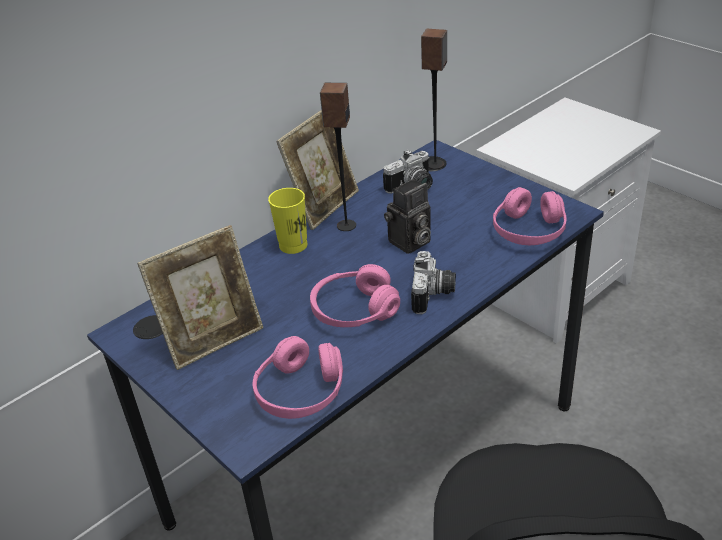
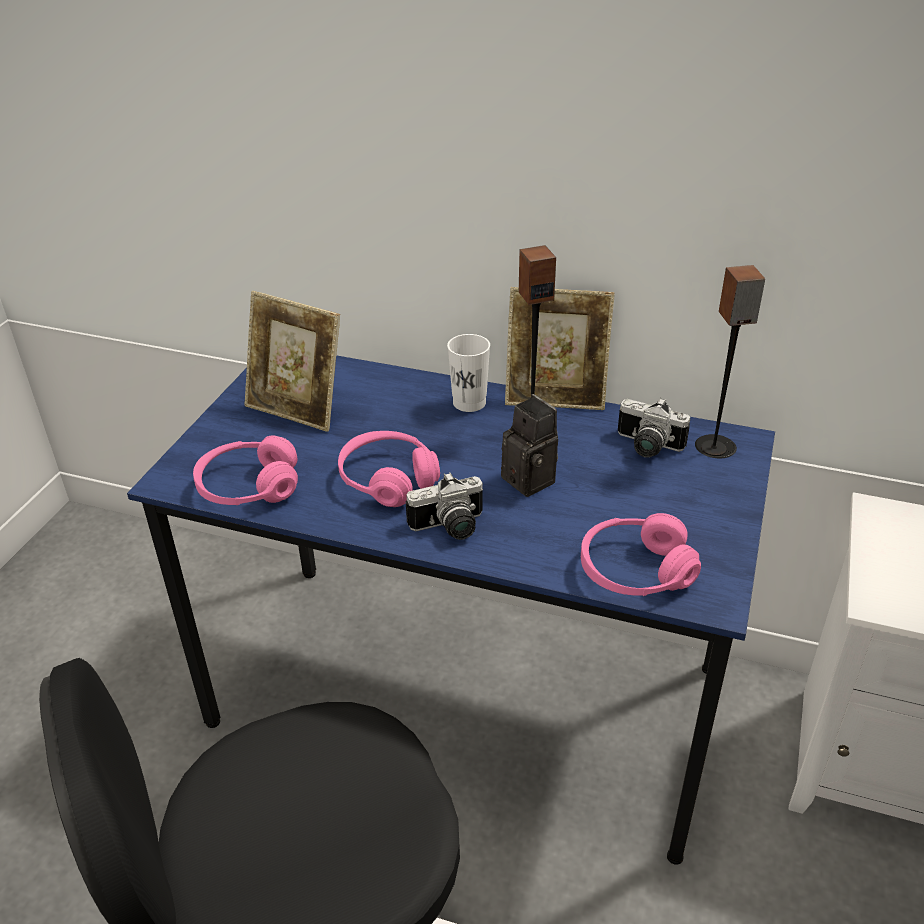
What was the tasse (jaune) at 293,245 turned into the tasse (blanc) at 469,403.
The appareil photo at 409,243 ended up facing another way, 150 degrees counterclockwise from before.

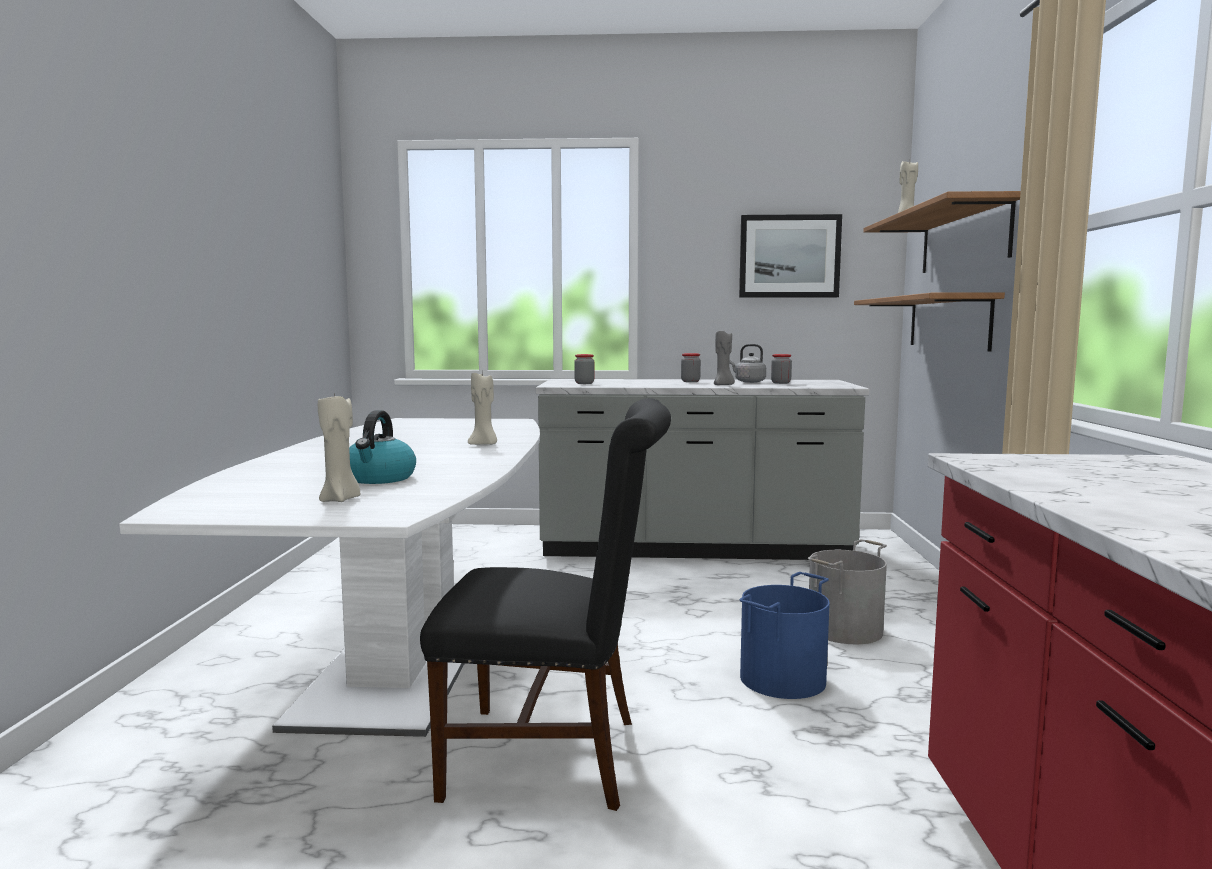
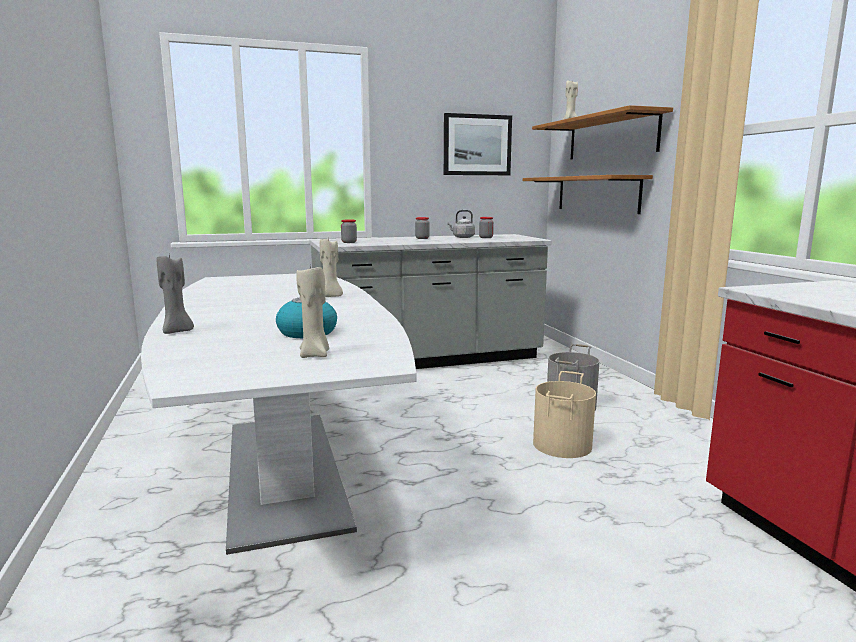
The second view lost the chaise (noir) at 557,756.
The bougie (gris) ended up elsewhere, having gone from 723,385 to 177,332.
What was the seau (bleu) at 783,679 turned into the seau (beige) at 563,445.

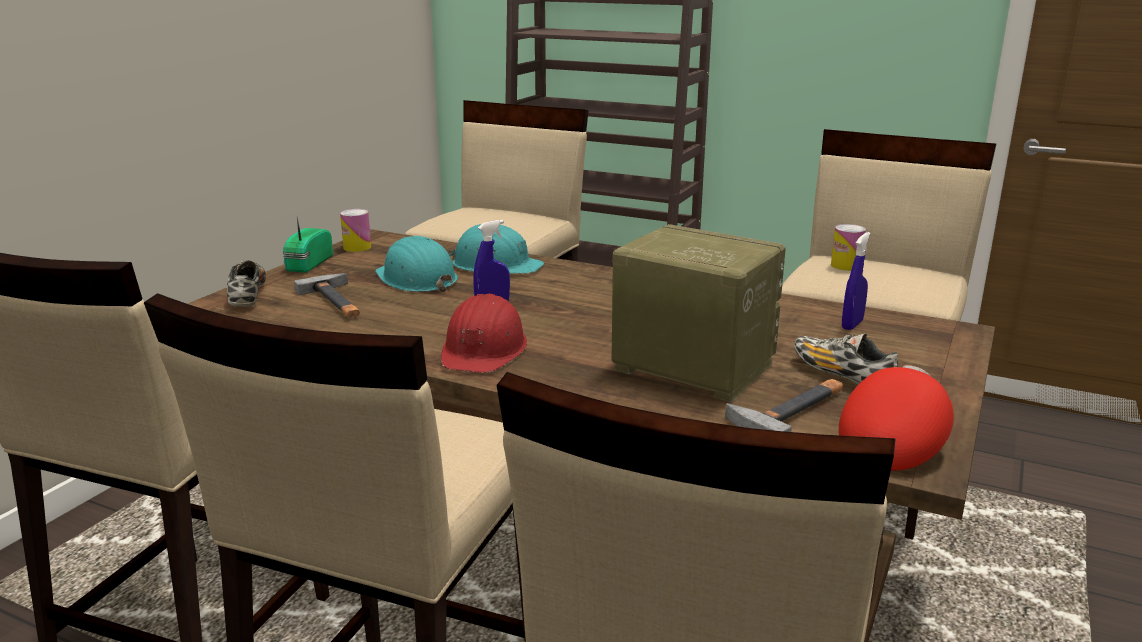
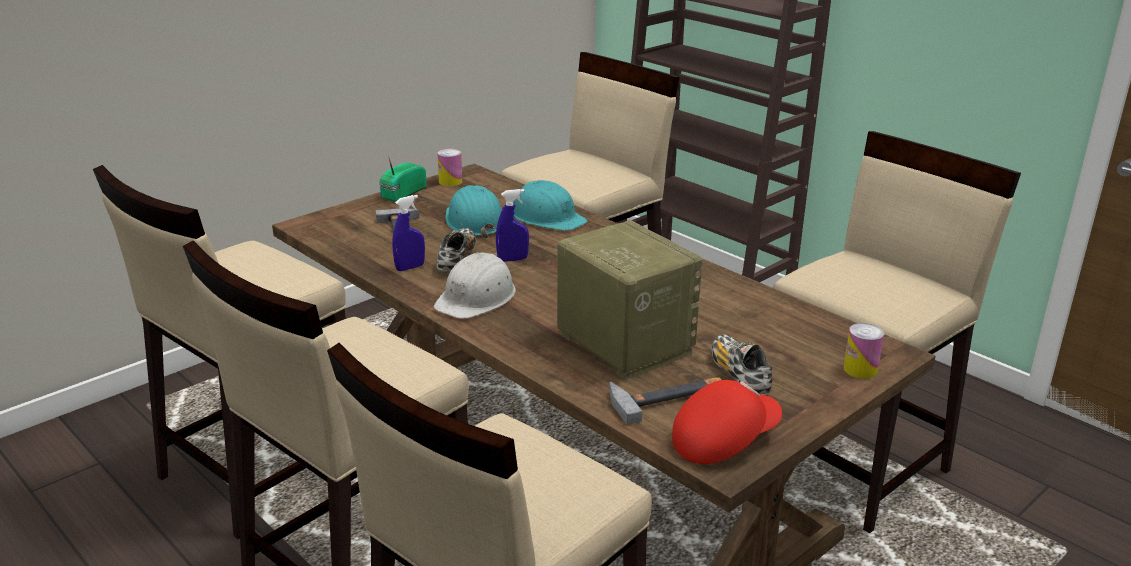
The chaussure ended up elsewhere, having gone from 248,295 to 456,259.
The boîte métallique ended up elsewhere, having gone from 846,265 to 860,369.
The vaporisateur (bleu) ended up elsewhere, having gone from 852,325 to 410,267.
What was the casque de chantier (rouge) at 484,349 turned into the casque de chantier (blanc) at 477,297.

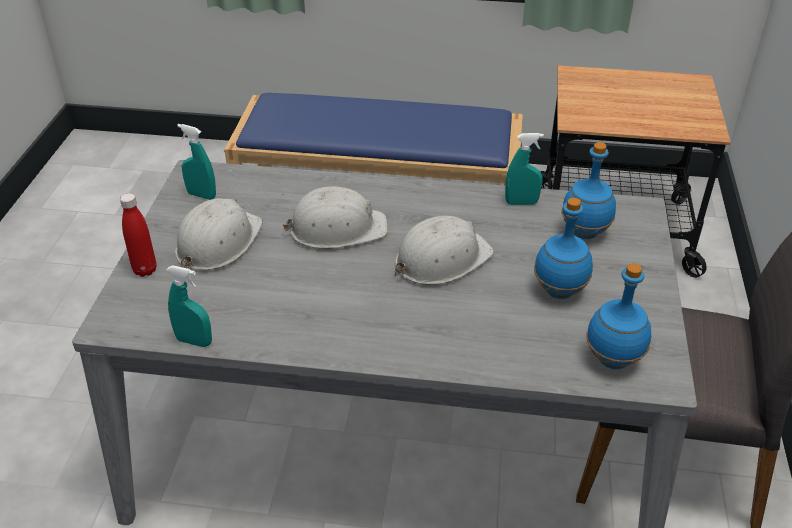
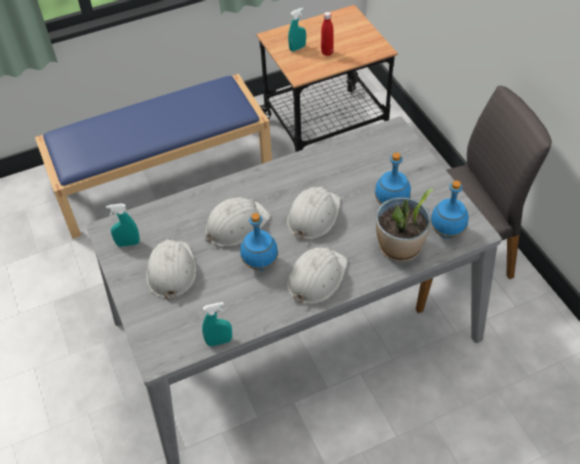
The second view gained the casque de chantier (blanc) at 316,277.
The second view gained the plante en pot at 400,248.
The bouteille (rouge) ended up elsewhere, having gone from 145,270 to 327,52.
The vaporisateur (turquoise) ended up elsewhere, having gone from 521,203 to 297,48.
The bouteille (bleu) ended up elsewhere, having gone from 585,233 to 261,264.

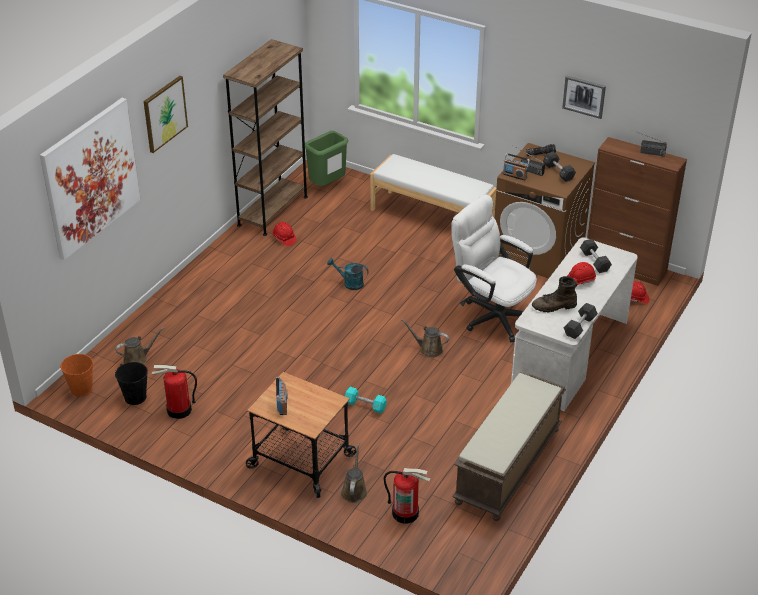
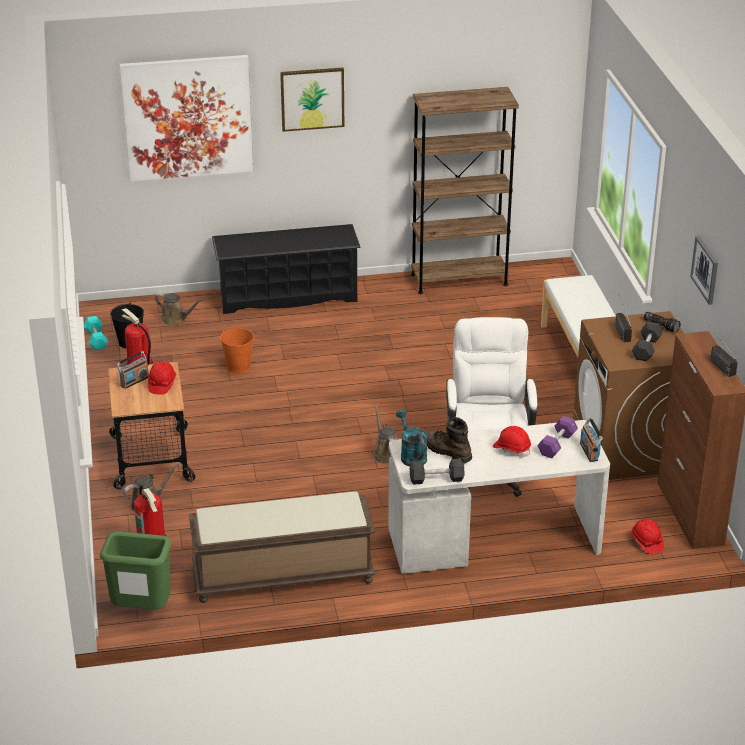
The second view gained the étagère à chaussures (noir) at 287,296.
The seau (orange) ended up elsewhere, having gone from 81,389 to 238,366.
The casque de chantier (rouge) ended up elsewhere, having gone from 284,239 to 161,384.
The poubelle (vert) ended up elsewhere, having gone from 327,186 to 141,610.
The arrosoir (turquoise) ended up elsewhere, having gone from 350,283 to 411,455.
The haltère (turquoise) ended up elsewhere, having gone from 365,405 to 96,339.
The radio ended up elsewhere, having gone from 515,175 to 589,451.
What was the haltère (noir) at 594,261 turned into the haltère (violet) at 557,444.

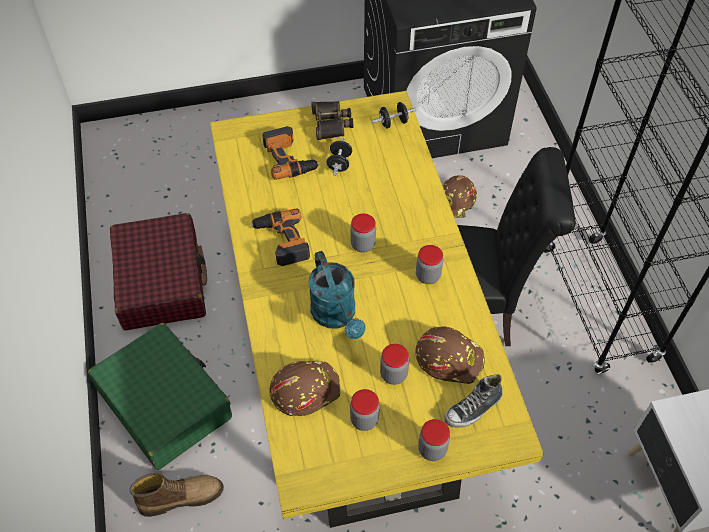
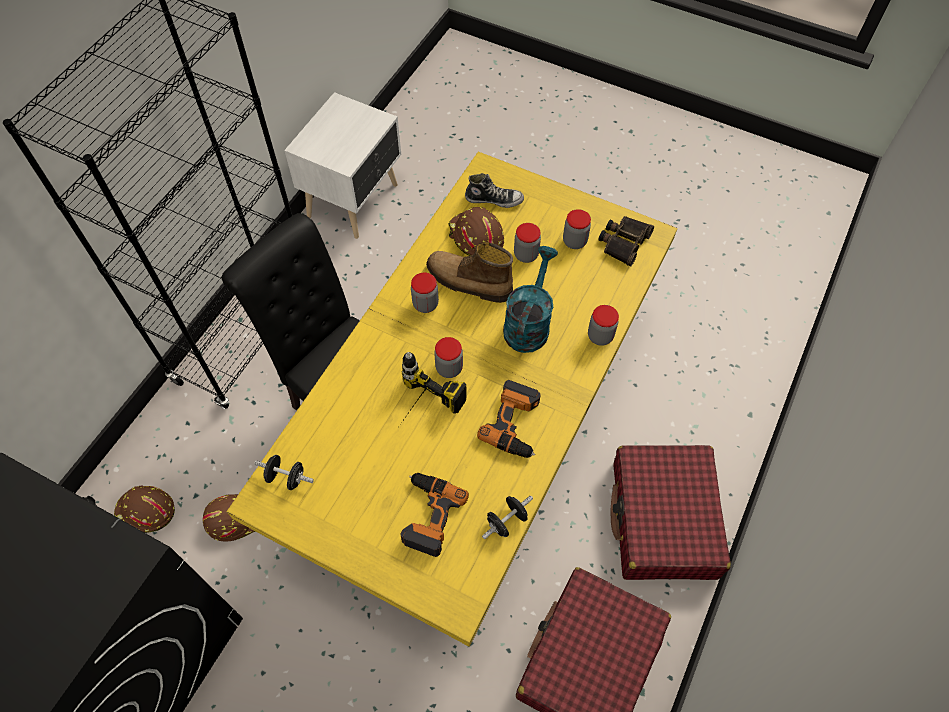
The second view gained the perceuse at 420,412.
The botte ended up elsewhere, having gone from 181,497 to 468,282.
The casque de chantier (marron) ended up elsewhere, having gone from 305,389 to 146,511.
The jumelles ended up elsewhere, having gone from 332,123 to 623,242.
The haltère (noir) ended up elsewhere, having gone from 339,164 to 506,521.
The bocal ended up elsewhere, having gone from 432,449 to 600,336.
What was the valise (vert) at 164,403 turned into the valise (rouge) at 663,520.

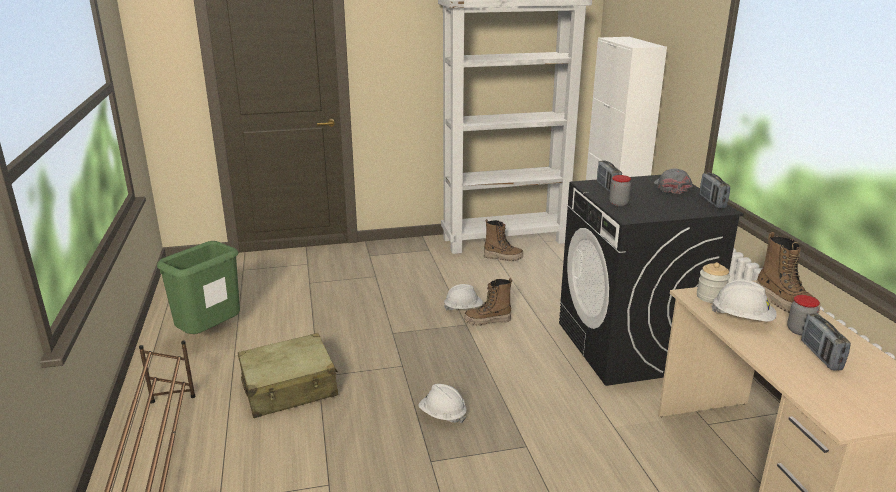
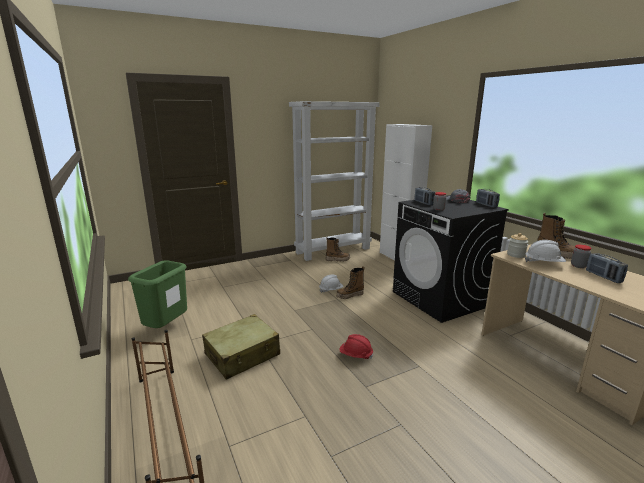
What was the casque de chantier (blanc) at 442,415 turned into the casque de chantier (rouge) at 356,355.

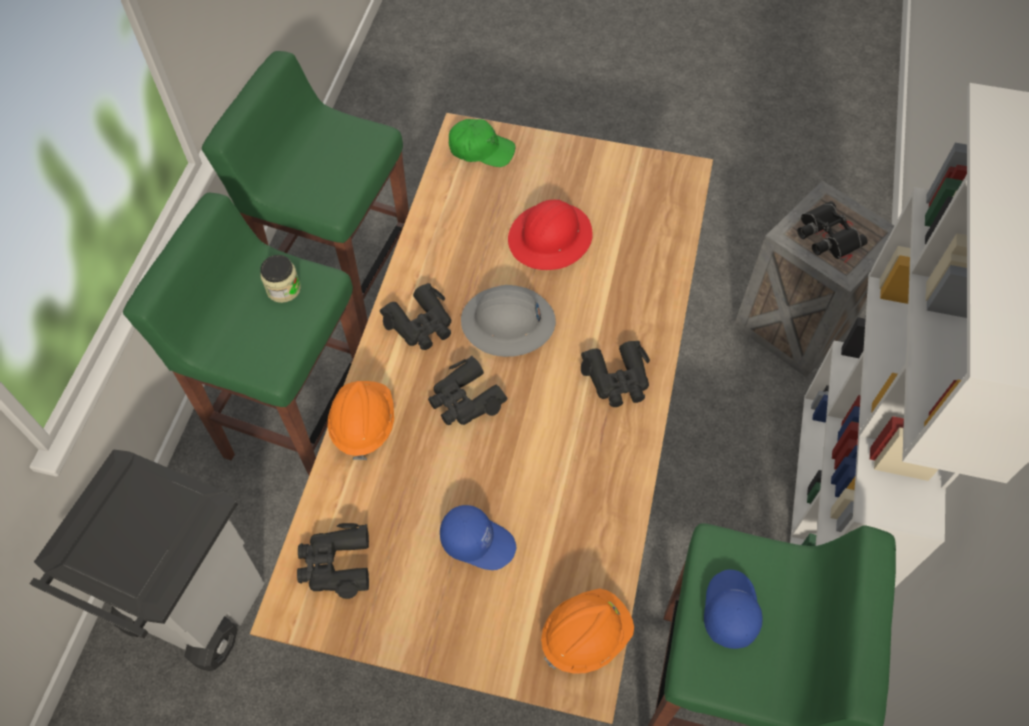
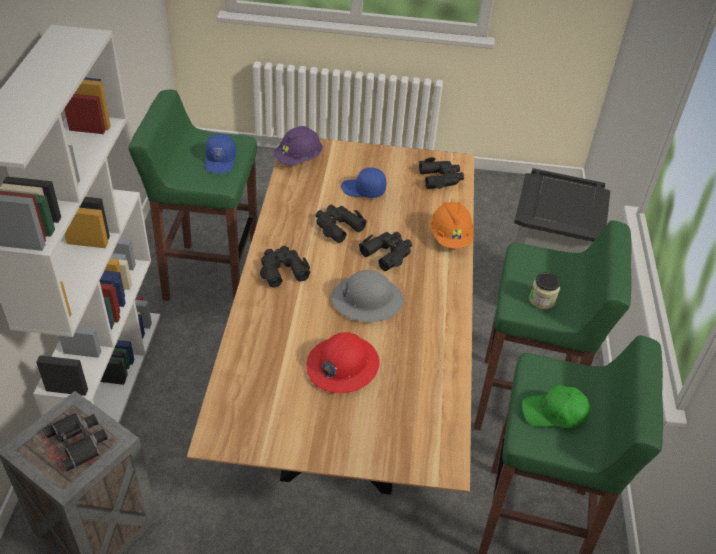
The jumelles (noir) ended up elsewhere, having gone from 421,324 to 337,226.
The casquette (vert) ended up elsewhere, having gone from 481,149 to 554,413.
What was the casque de chantier (orange) at 585,636 turned into the casque de chantier (violet) at 298,159.

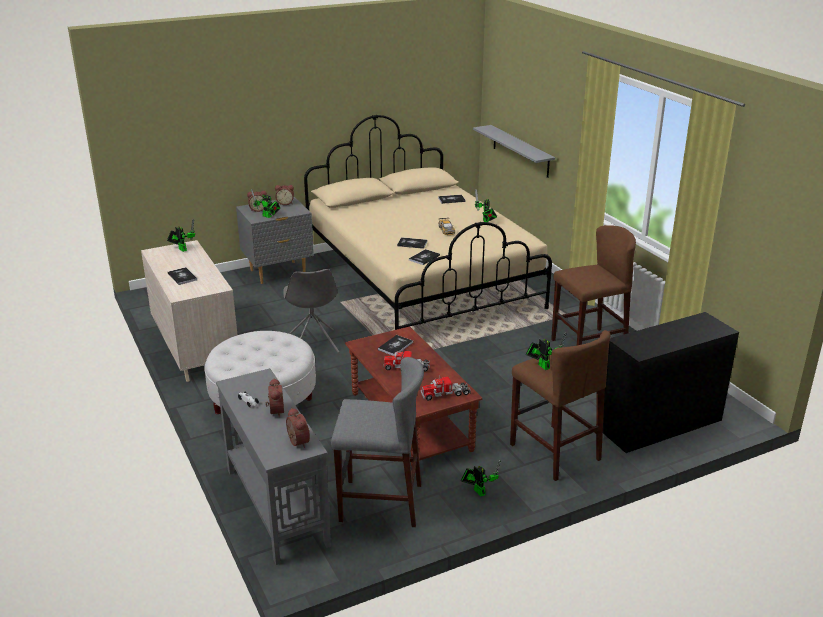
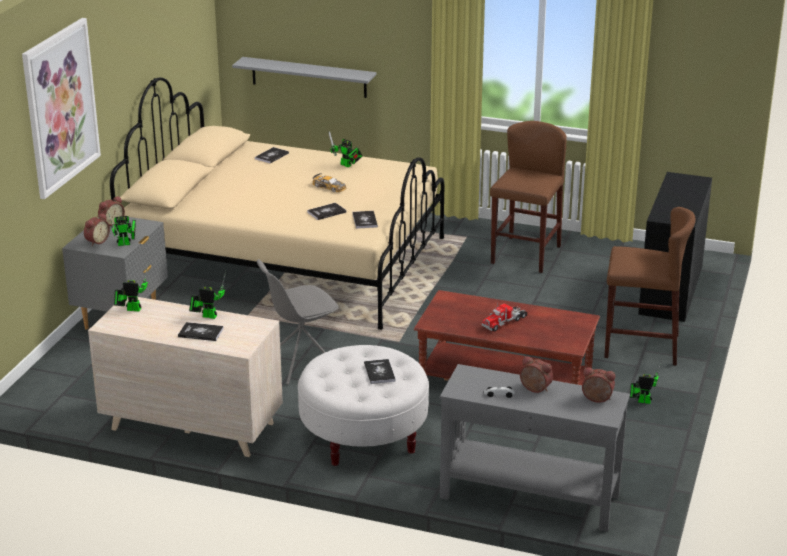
The second view lost the tabouret (gris) at 380,502.
The second view lost the camion jouet at 445,394.
The second view gained the tableau at 60,107.
The livre ended up elsewhere, having gone from 395,346 to 379,372.
The robot jouet ended up elsewhere, having gone from 542,365 to 207,316.
The chaise (gris) at 313,344 ended up facing another way, 120 degrees clockwise from before.

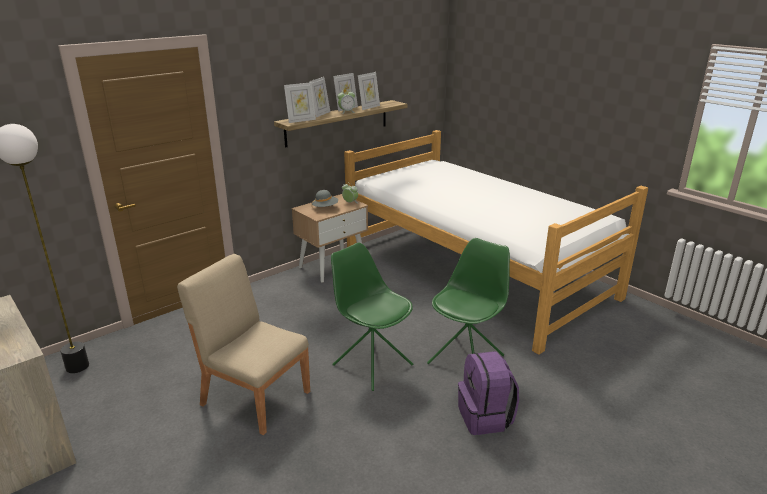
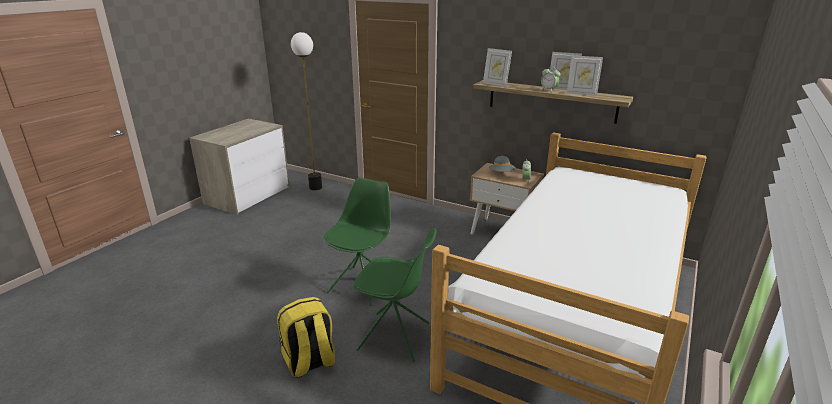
The second view lost the chaise (beige) at 255,397.
The second view lost the cadre photo at 320,114.
What was the sac à dos (violet) at 485,417 turned into the sac à dos (jaune) at 309,362.

